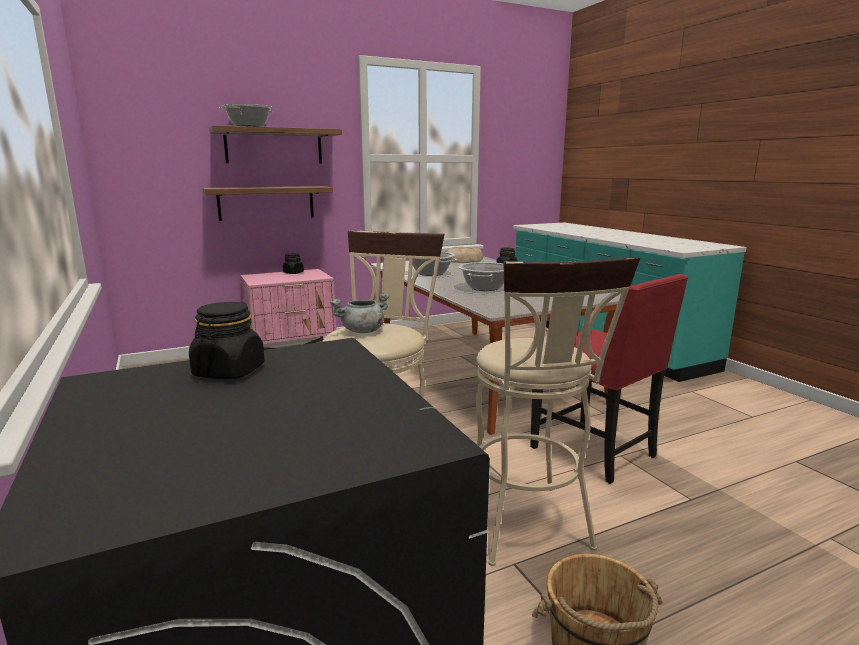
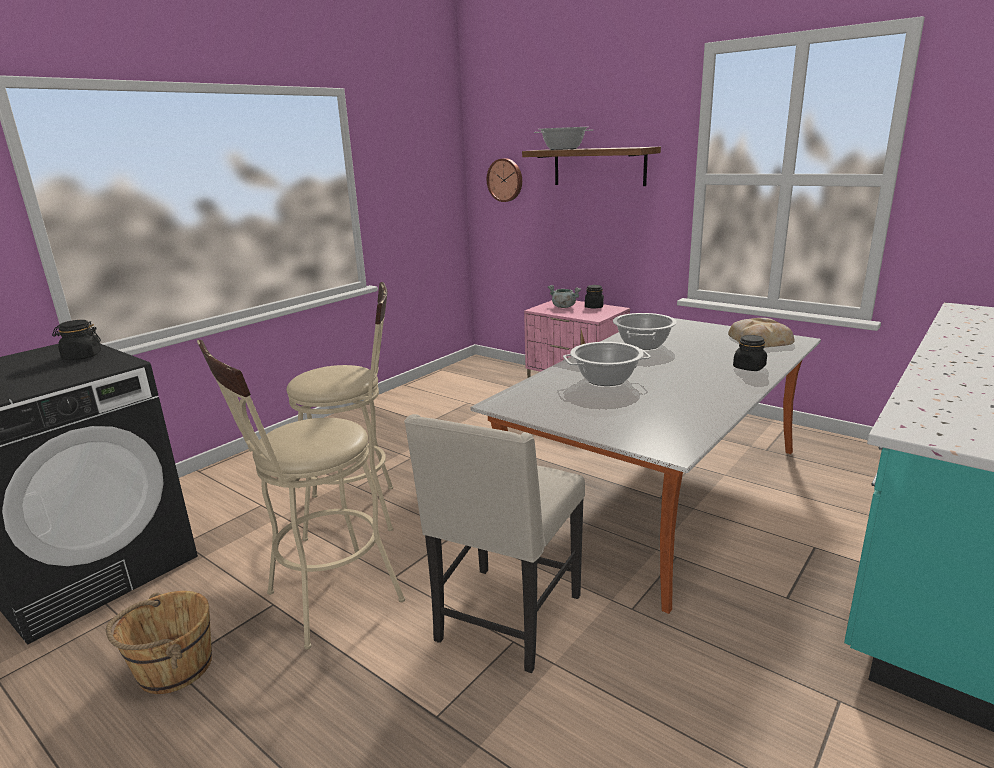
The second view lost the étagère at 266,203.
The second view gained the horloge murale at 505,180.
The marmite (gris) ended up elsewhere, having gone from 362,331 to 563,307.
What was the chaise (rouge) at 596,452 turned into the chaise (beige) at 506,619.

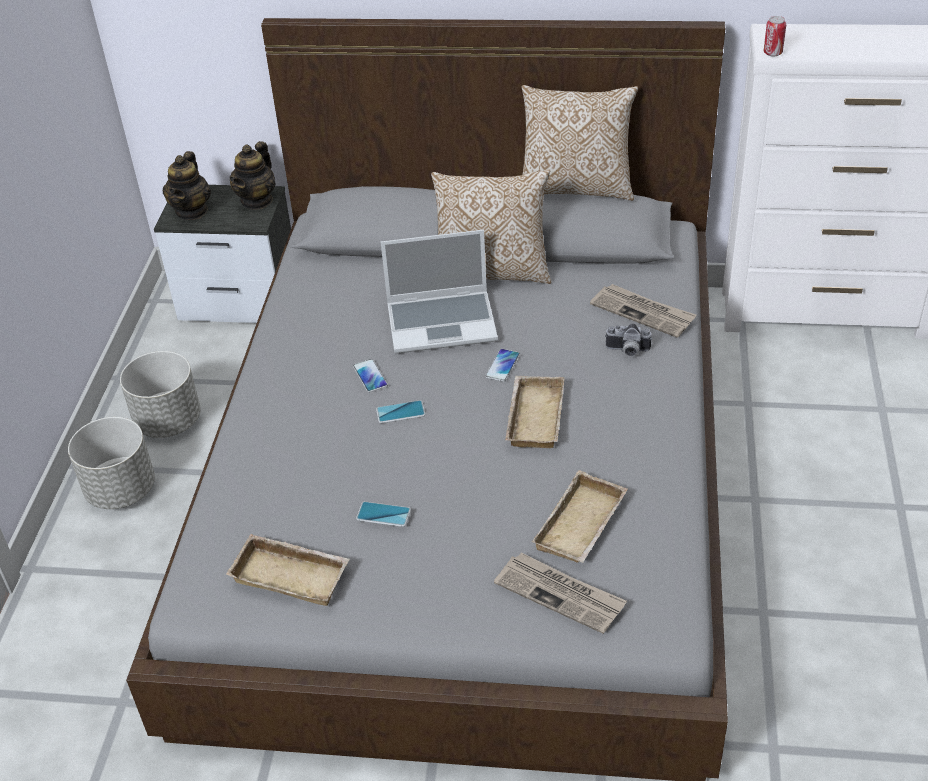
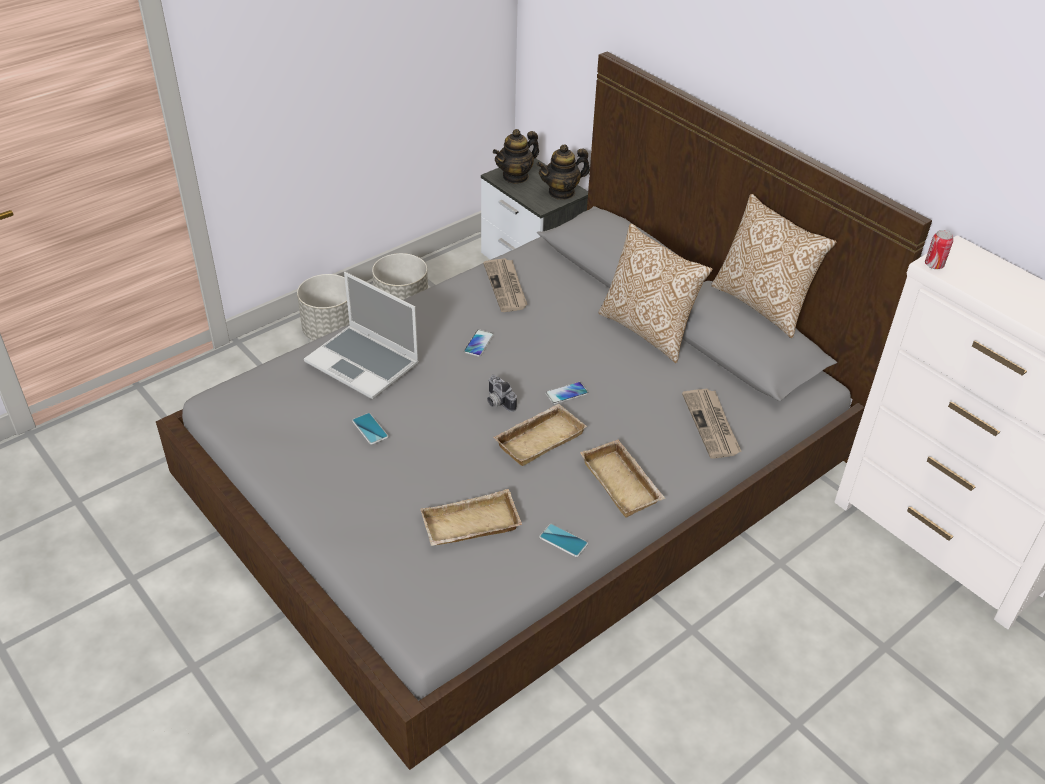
The plateau (beige) ended up elsewhere, having gone from 292,574 to 623,483.
The téléphone ended up elsewhere, having gone from 400,412 to 563,540.
The ordinateur portable ended up elsewhere, having gone from 443,322 to 364,363.
The journal ended up elsewhere, having gone from 560,594 to 506,287.
The appareil photo ended up elsewhere, having gone from 627,351 to 497,402.

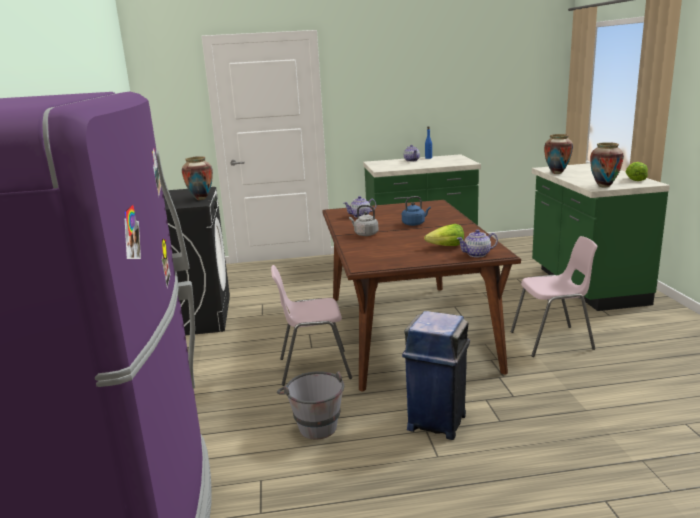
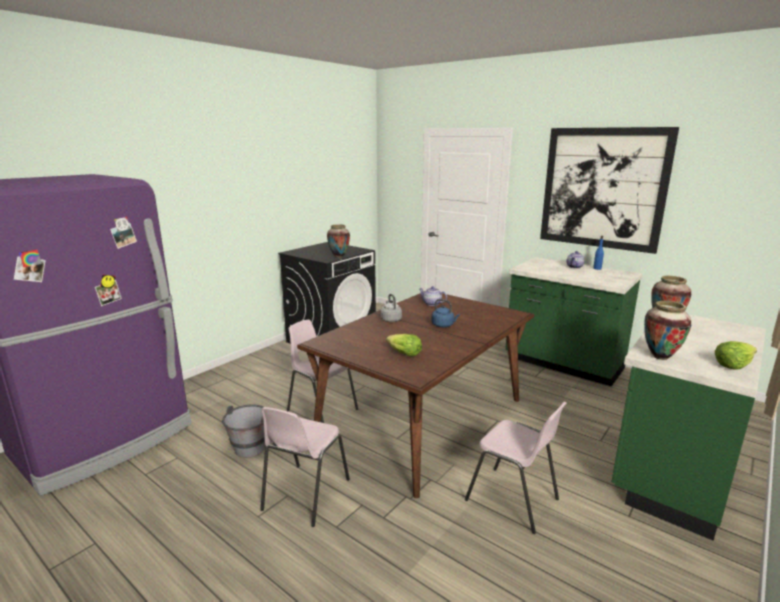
The second view lost the théière at 477,254.
The second view gained the tableau at 603,188.
Where the poubelle (bleu) stood at 437,421, the chaise (rose) came to stand at 304,494.

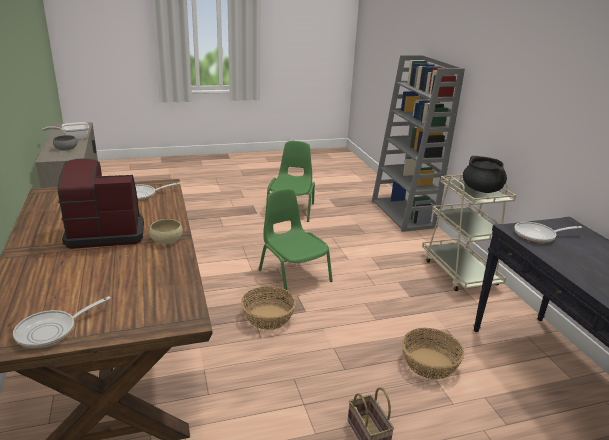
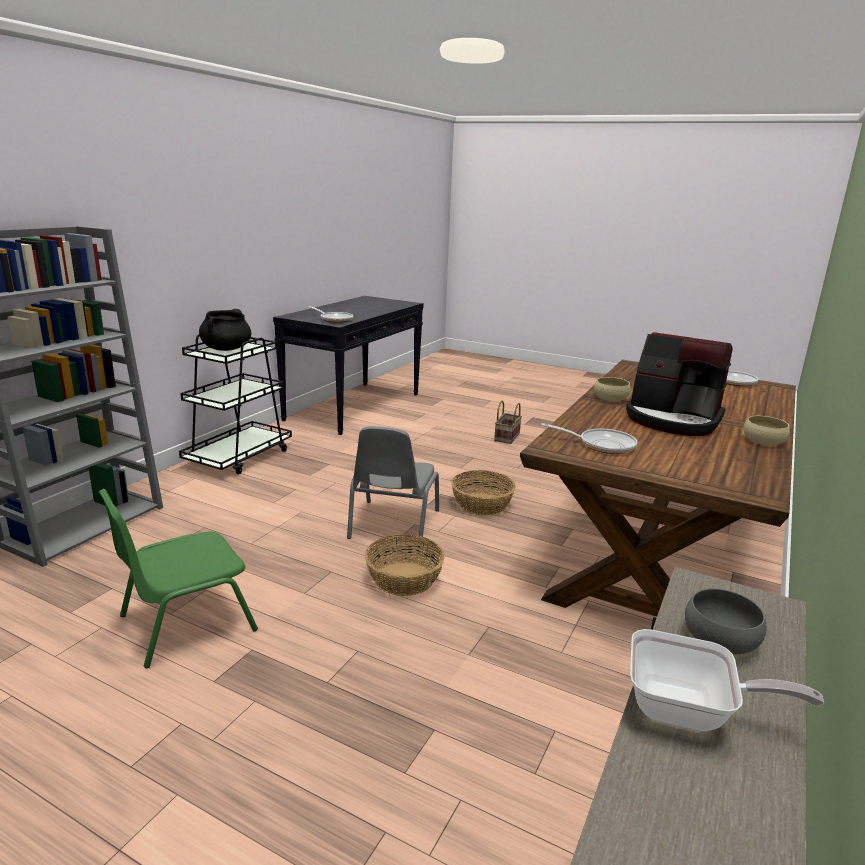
The second view gained the bol (beige) at 763,441.
The panier ended up elsewhere, having gone from 429,363 to 403,578.
What was the chaise (vert) at 293,275 turned into the chaise (gris) at 392,524.
What was the chariot (beige) at 459,272 turned into the chariot (noir) at 239,457.

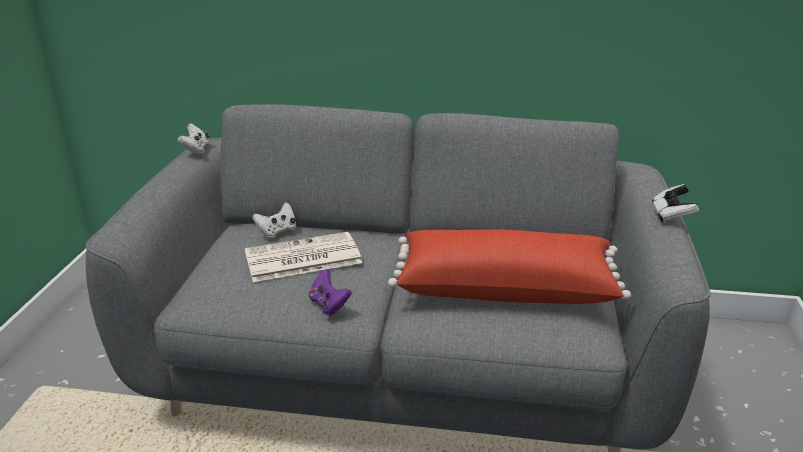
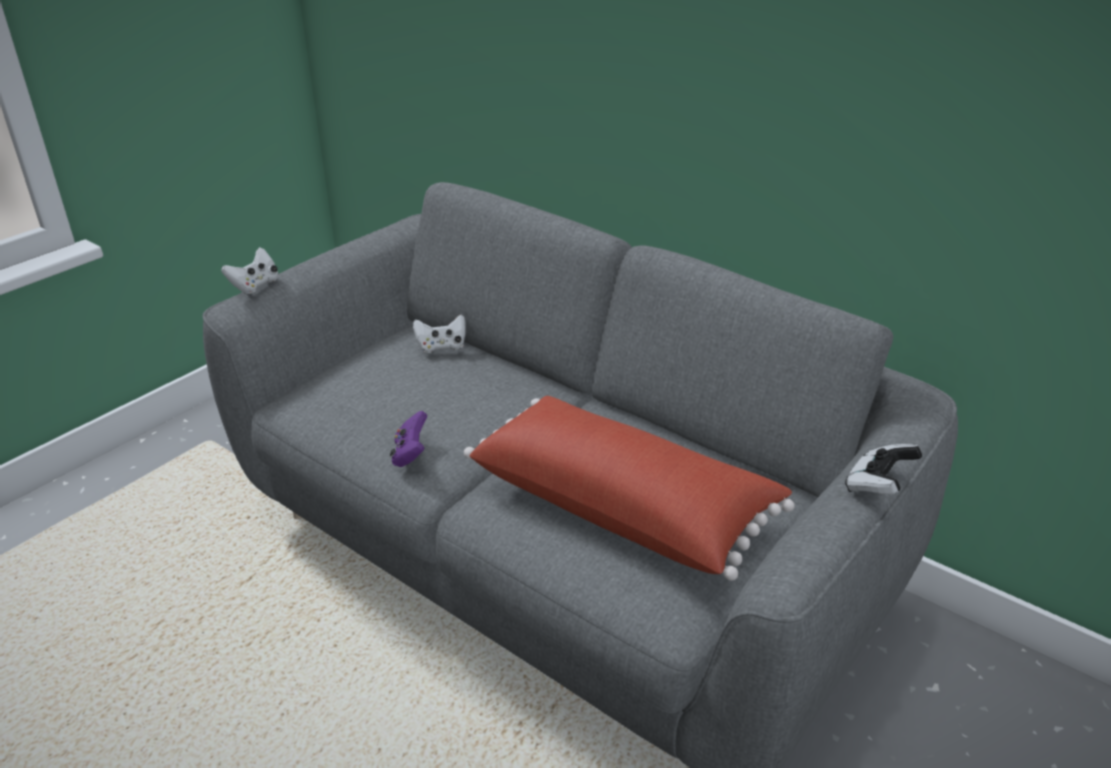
The second view lost the journal at 301,258.
The manette (blanc) ended up elsewhere, having gone from 196,150 to 255,286.

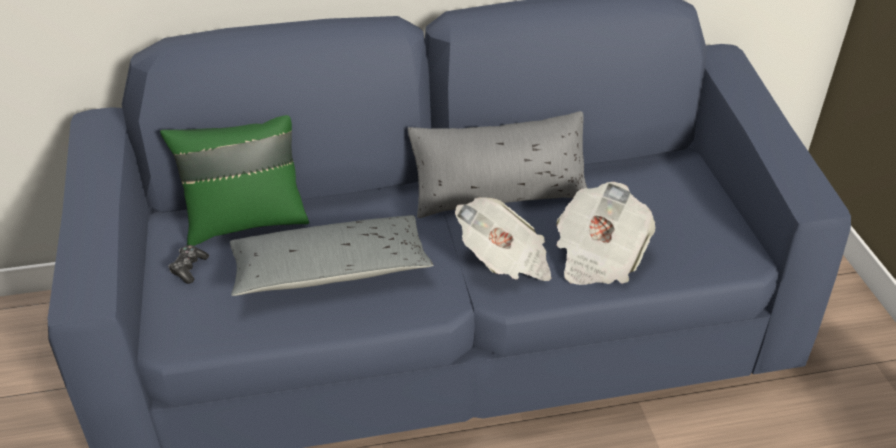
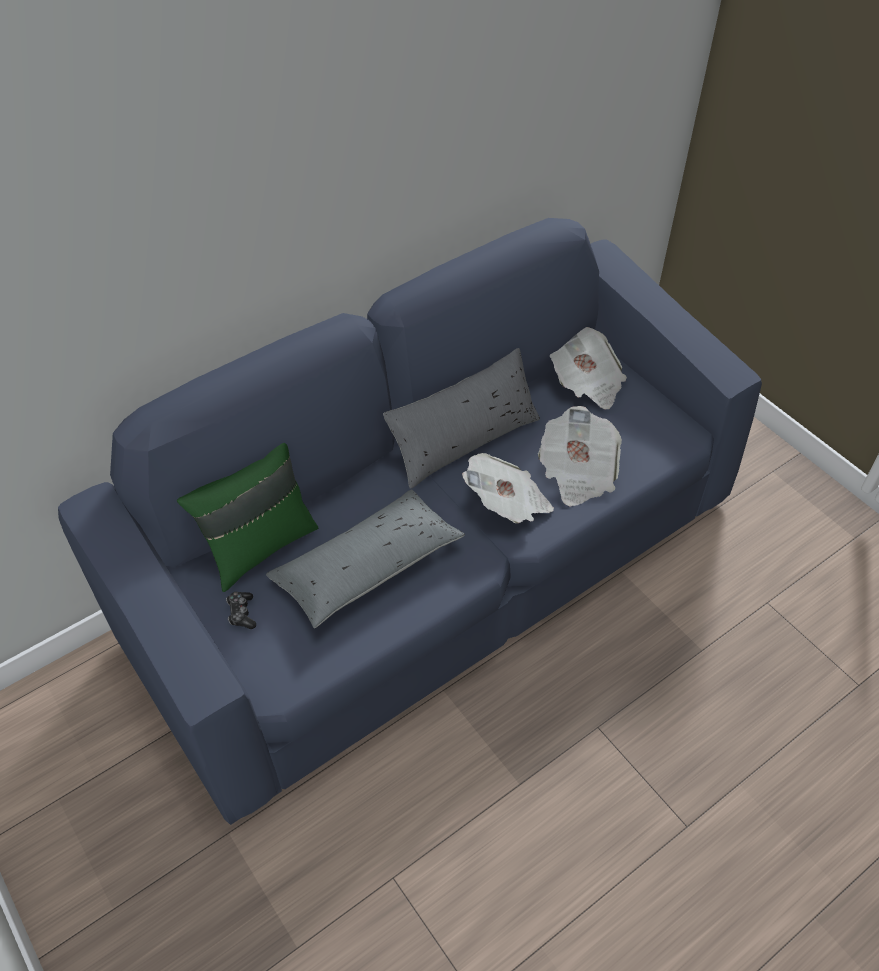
The second view gained the journal at 586,382.

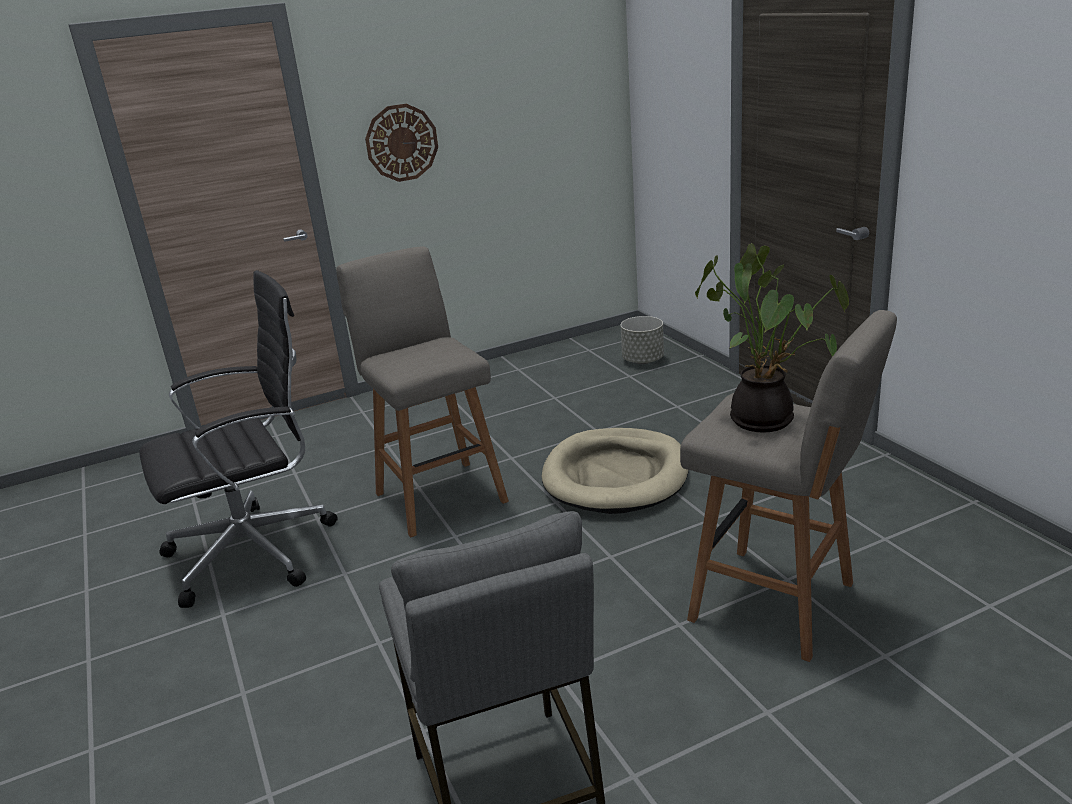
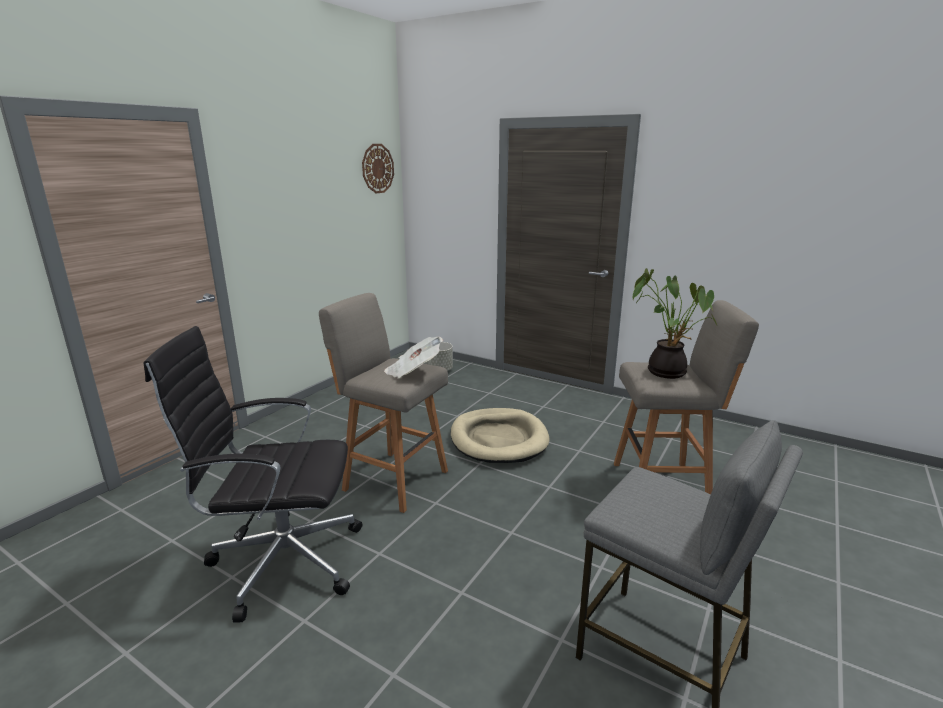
The second view gained the journal at 413,371.
The horloge murale ended up elsewhere, having gone from 401,143 to 377,168.
The chaise de bureau (noir) at 257,551 ended up facing another way, 120 degrees counterclockwise from before.

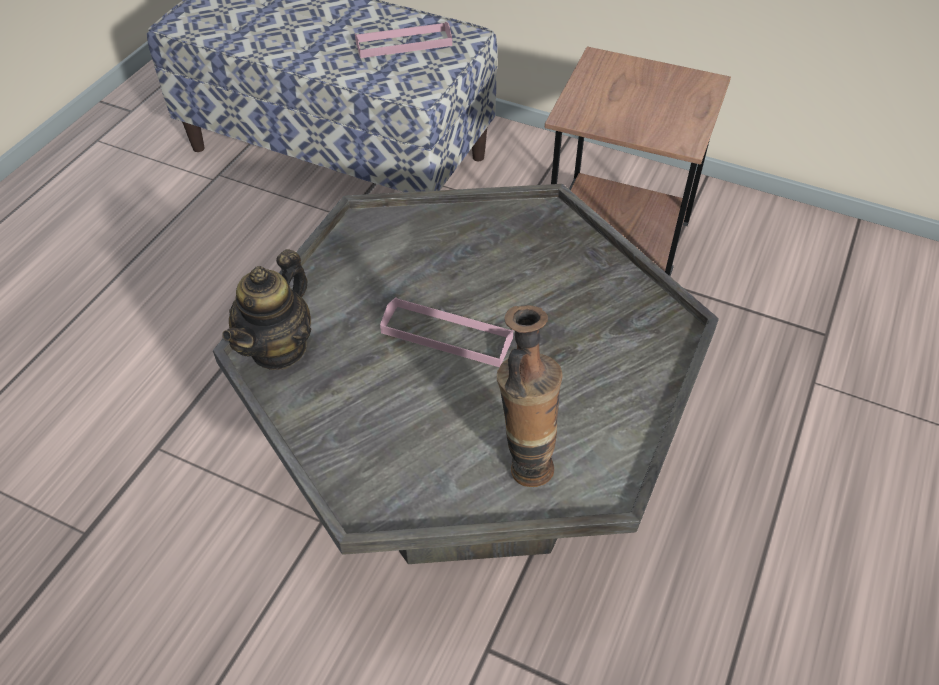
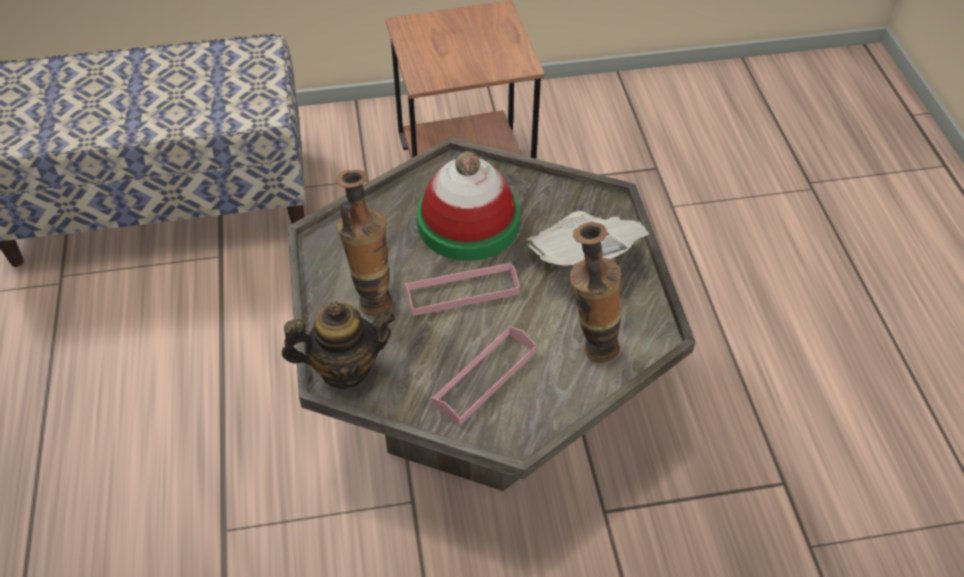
The second view gained the vase at 372,297.
The second view gained the chapeau at 468,222.
The second view gained the journal at 583,257.
The plateau (rose) ended up elsewhere, having gone from 403,44 to 485,377.
The théière at 279,347 ended up facing another way, 90 degrees counterclockwise from before.

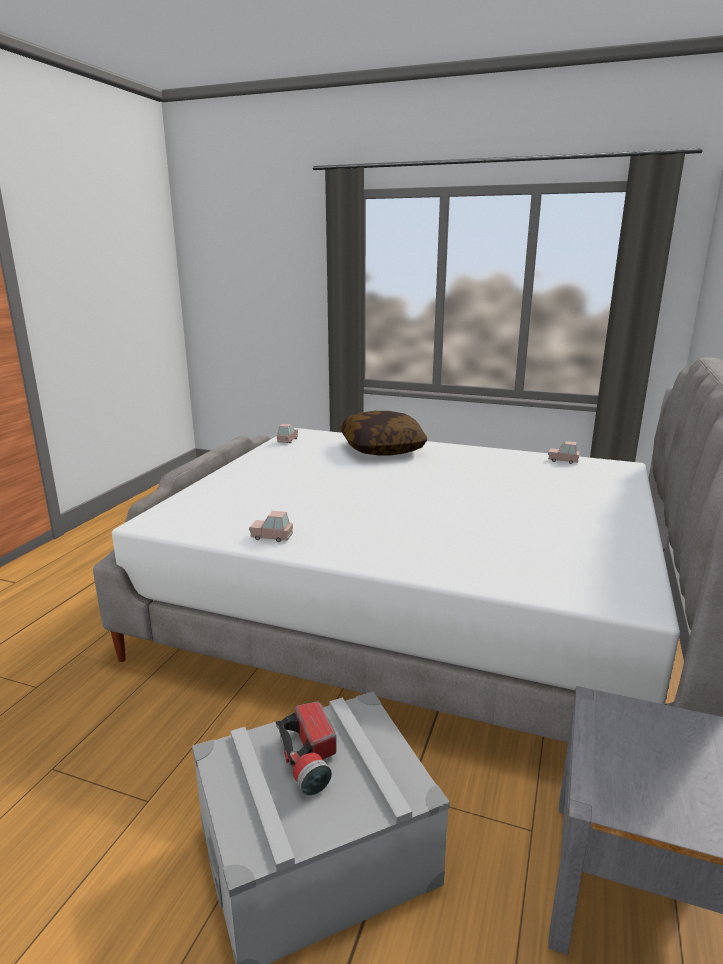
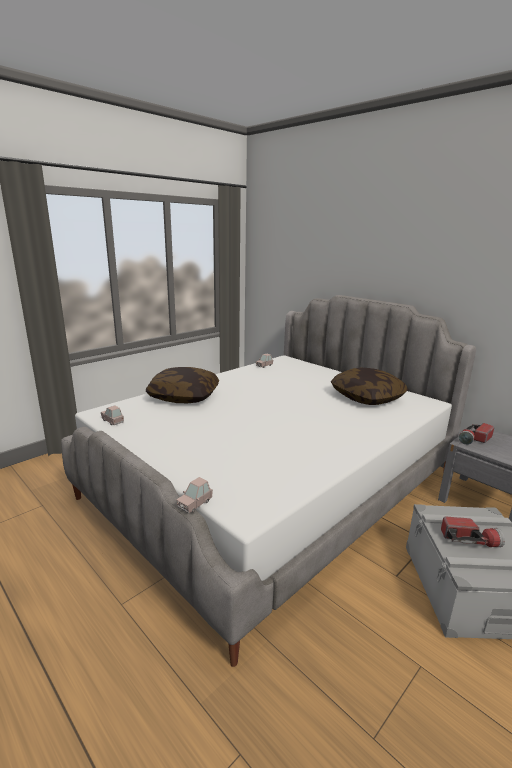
The second view gained the coussin at 367,397.
The second view gained the lampe de poche at 474,439.
The petite voiture (rose) ended up elsewhere, having gone from 271,537 to 195,504.

